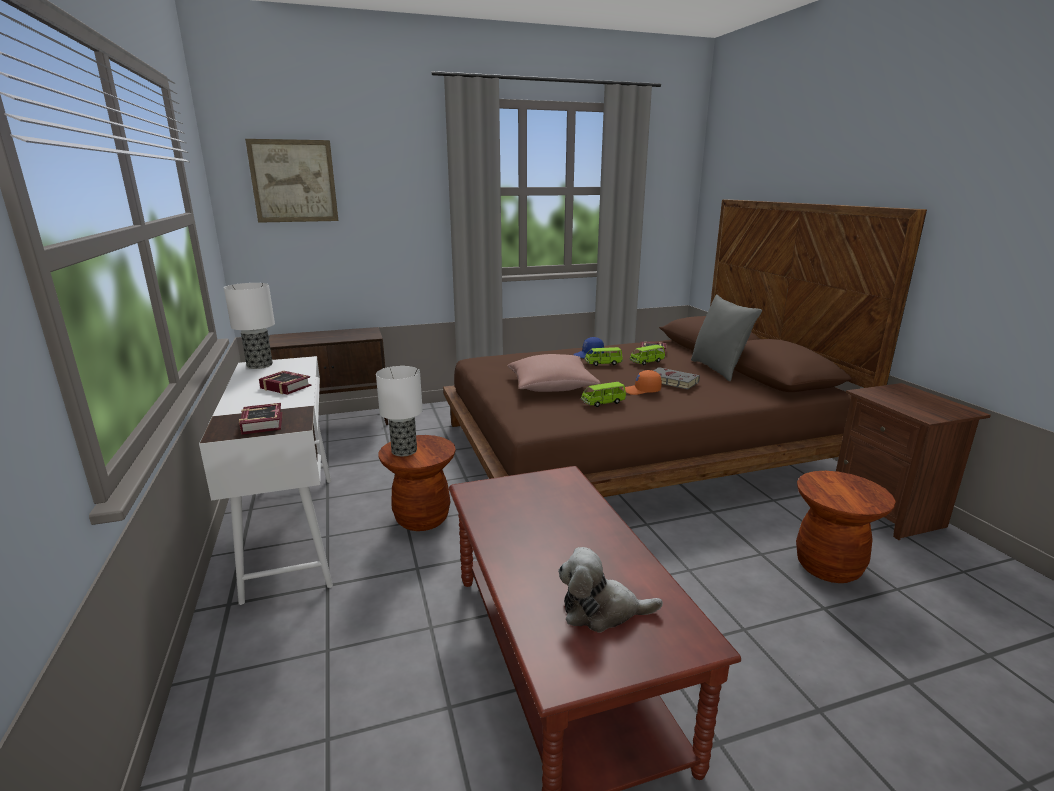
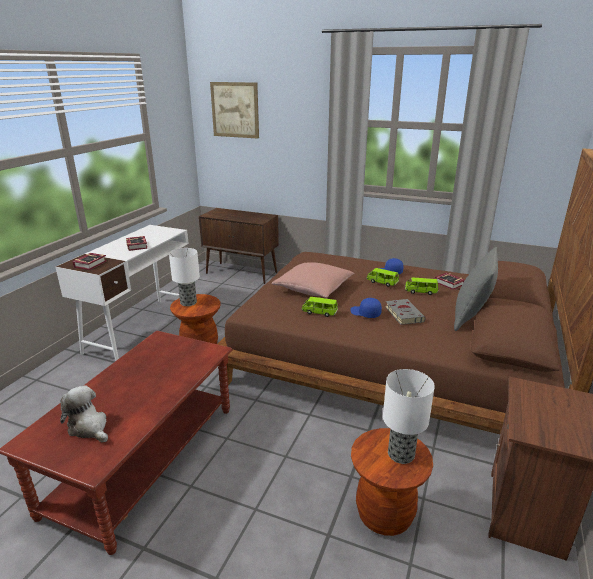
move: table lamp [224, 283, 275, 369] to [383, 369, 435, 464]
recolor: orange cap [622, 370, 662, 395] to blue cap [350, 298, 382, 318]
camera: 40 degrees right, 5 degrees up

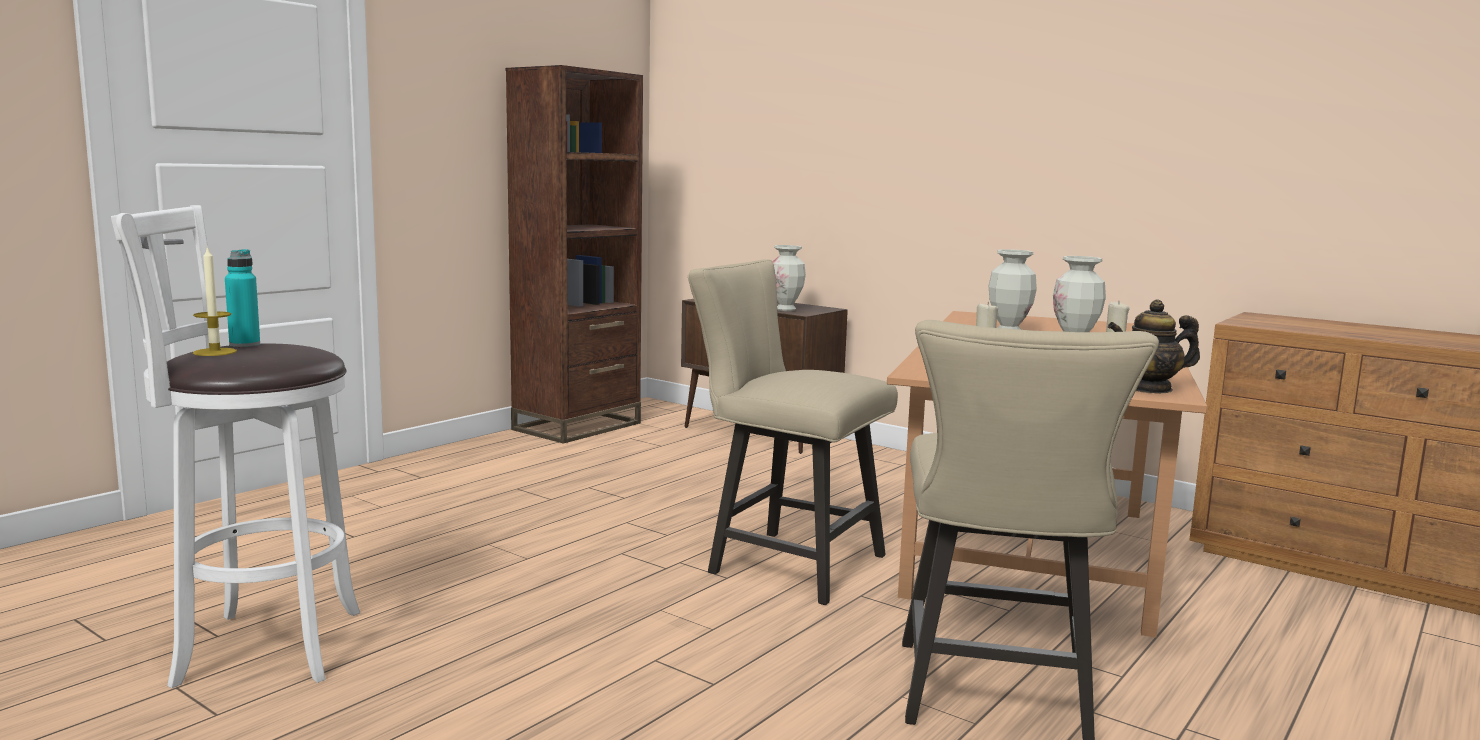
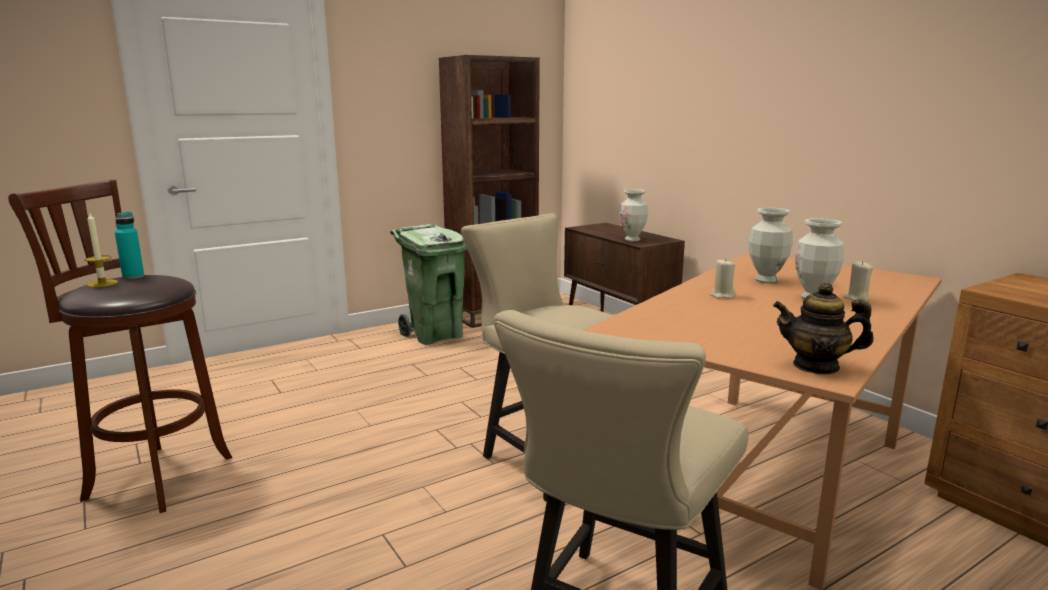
insert: green trash can [390, 224, 467, 345]
recolor: white stool [111, 205, 360, 688] to brown stool [8, 179, 232, 513]
camera: 20 degrees right, 5 degrees up

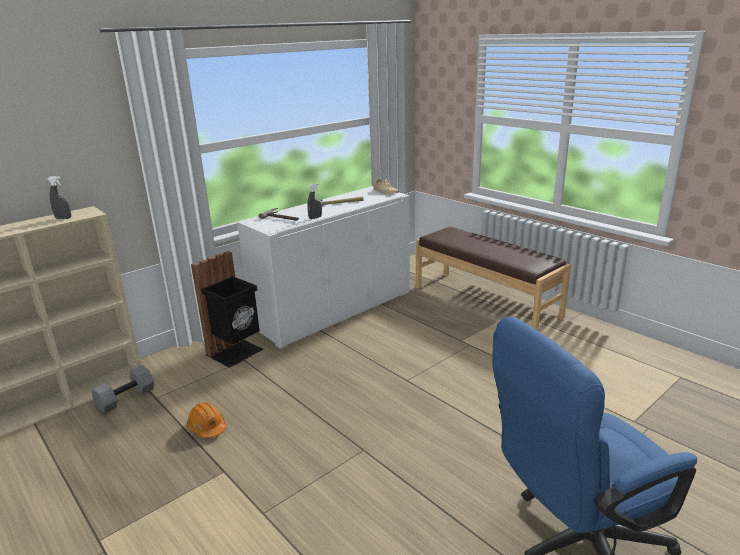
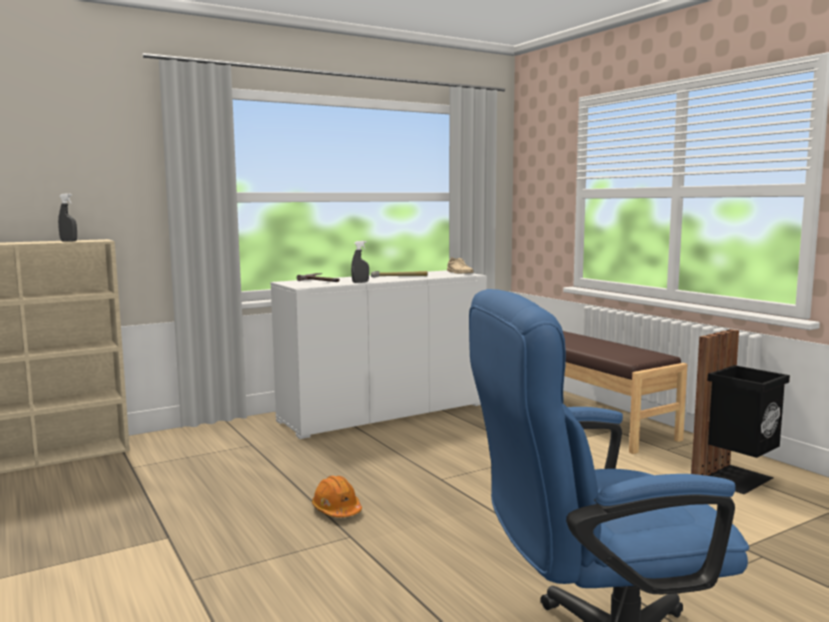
delete: grey dumbbell [92, 365, 154, 414]
move: orange hard hat [187, 402, 227, 438] to [312, 476, 362, 517]; black trash can [191, 251, 263, 368] to [691, 329, 790, 494]
camera: 10 degrees right, 15 degrees down

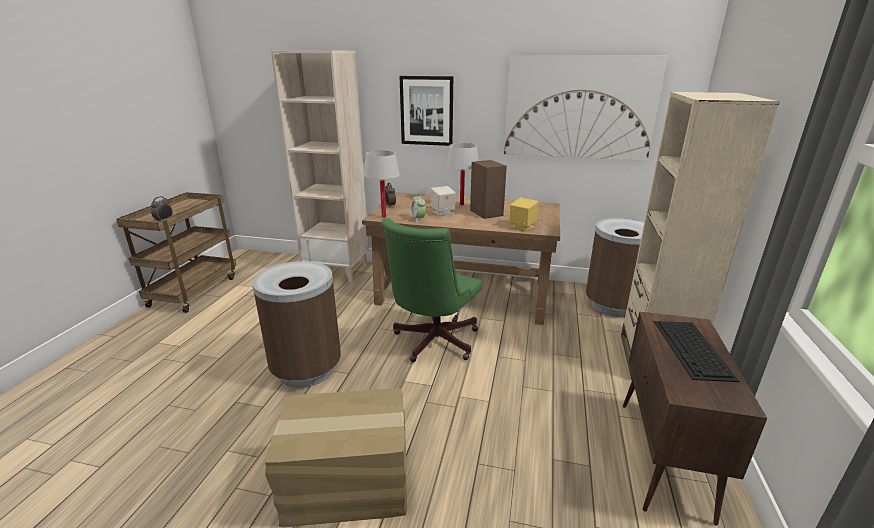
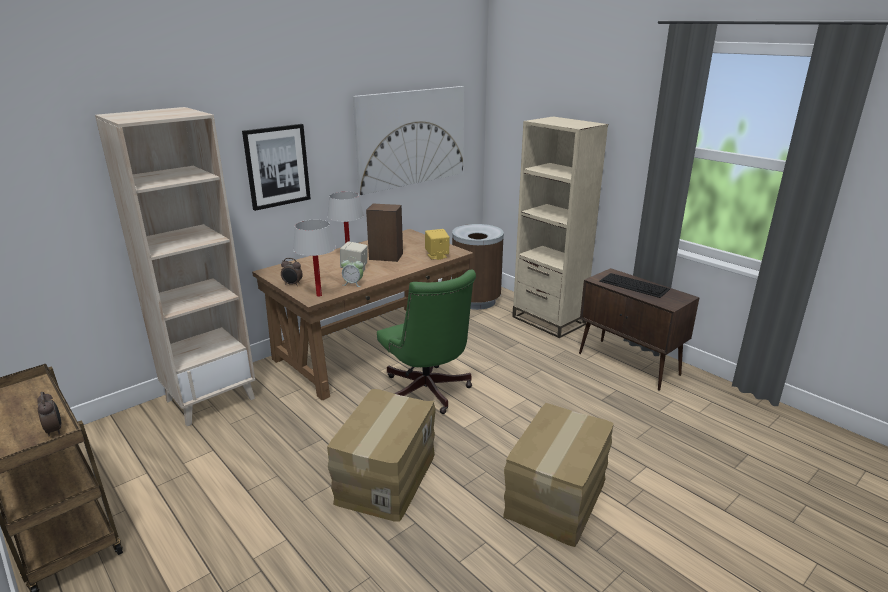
replace: brown trash can [252, 261, 341, 388] to cardboard box [327, 389, 436, 522]
camera: 55 degrees left, 0 degrees up

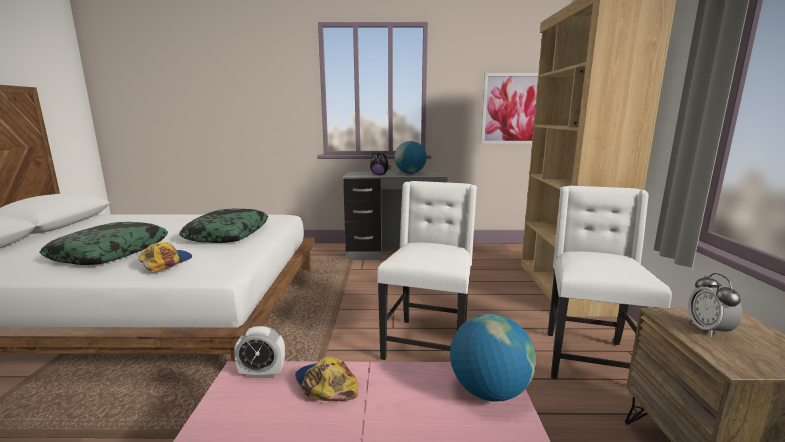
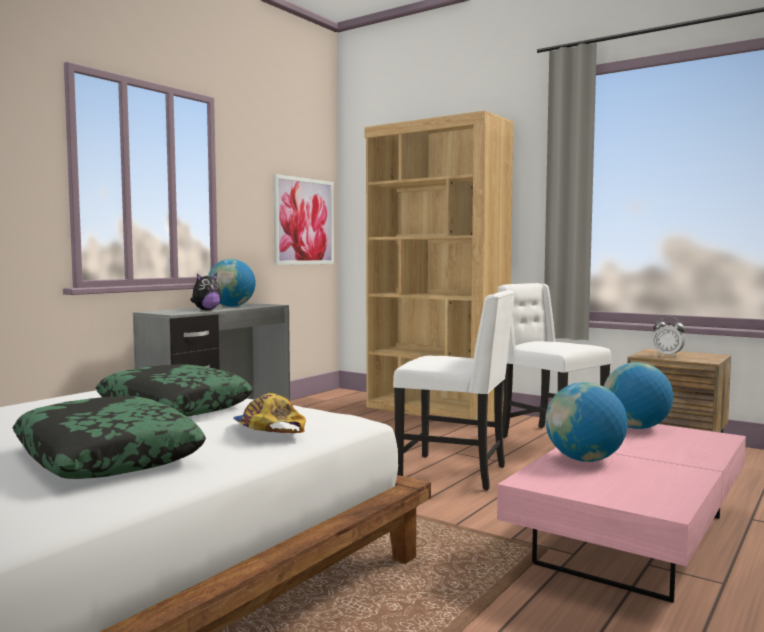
delete: alarm clock [234, 326, 285, 378]
replace: cap [295, 357, 359, 401] to globe [545, 382, 628, 462]
rotate: white chair [377, 181, 477, 360] = [393, 290, 515, 490] 150 degrees clockwise
camera: 55 degrees left, 10 degrees down

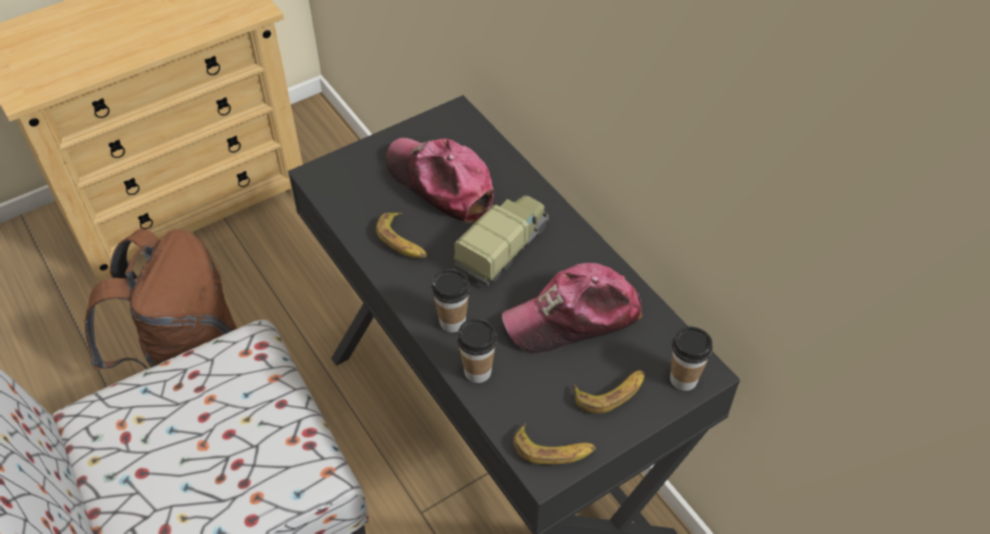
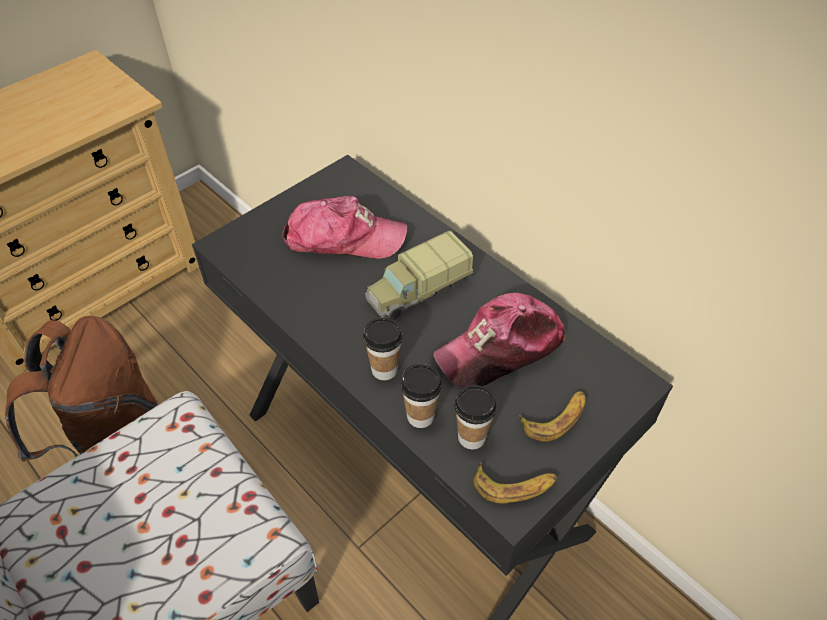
delete: banana [376, 212, 427, 258]
move: cup [670, 327, 713, 391] to [455, 385, 497, 449]
rotate: cap [386, 138, 494, 223] = [282, 196, 407, 259] 150 degrees clockwise; toy truck [454, 195, 549, 287] = [365, 231, 474, 320] 150 degrees counterclockwise
camera: 10 degrees left, 0 degrees up

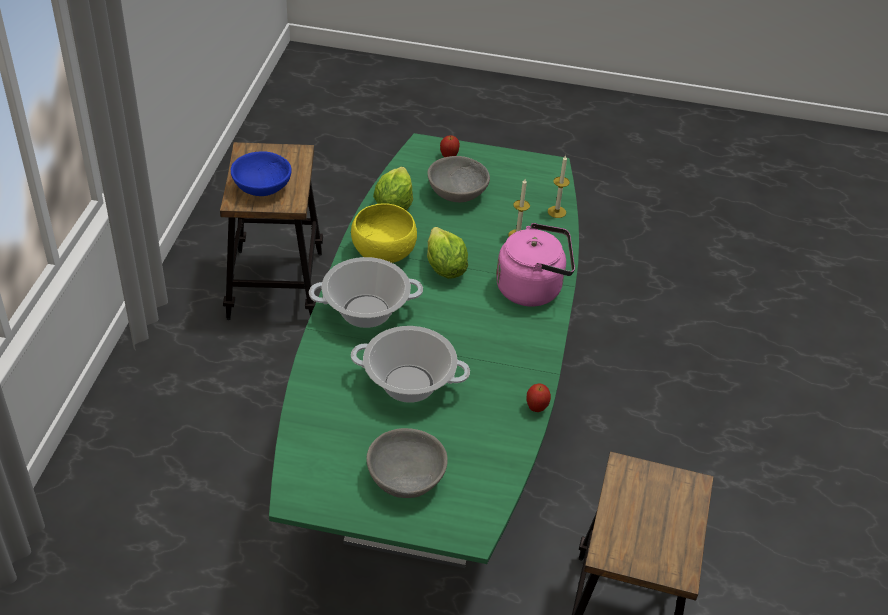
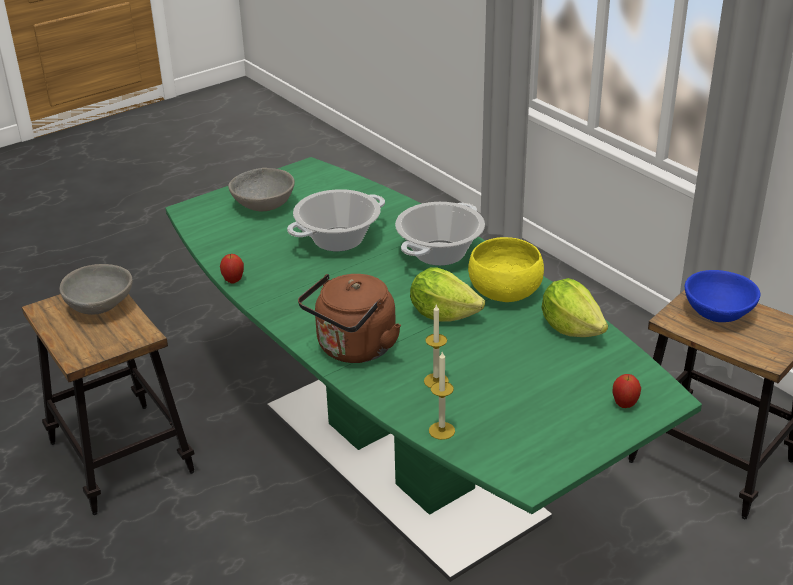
move: grey bowl [428, 156, 490, 202] to [60, 264, 132, 315]
recolor: pink kettle [496, 223, 575, 306] to brown kettle [298, 274, 401, 363]
camera: 135 degrees right, 10 degrees down

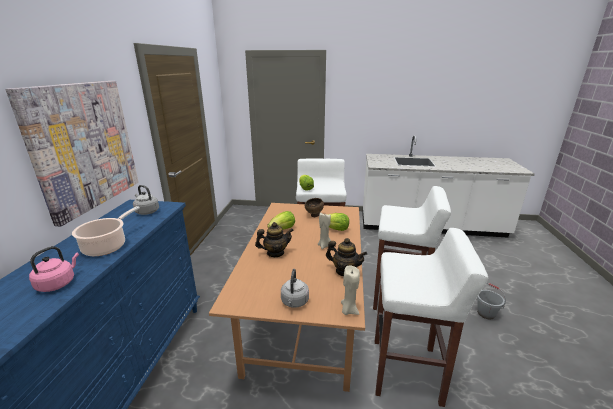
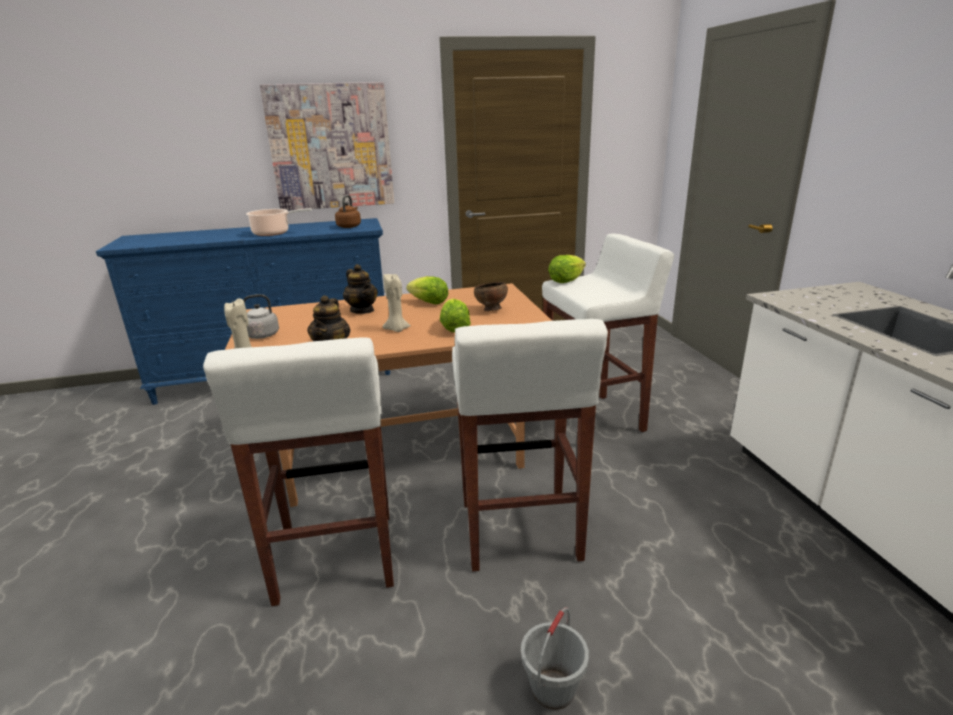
delete: pink kettle [29, 246, 79, 292]
recolor: grey kettle [133, 185, 159, 215] to brown kettle [335, 195, 361, 228]
camera: 70 degrees right, 0 degrees up

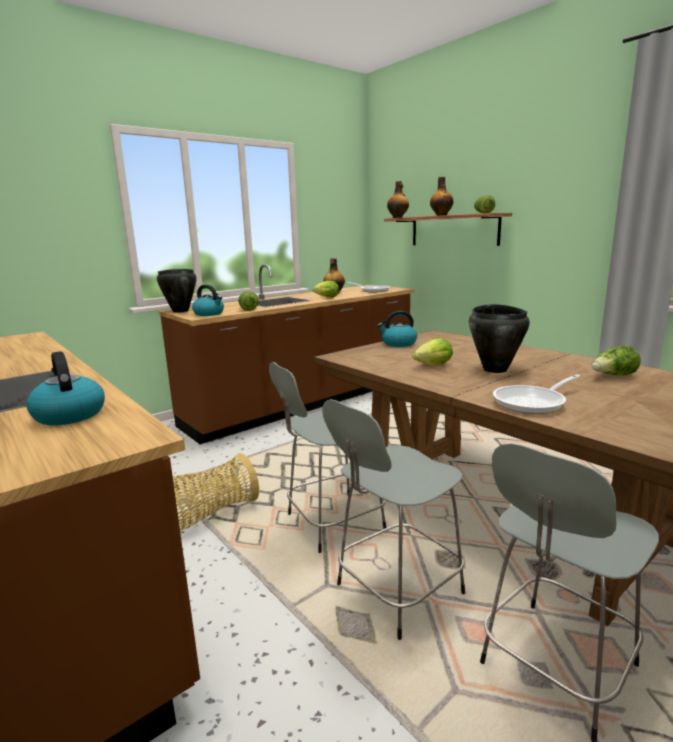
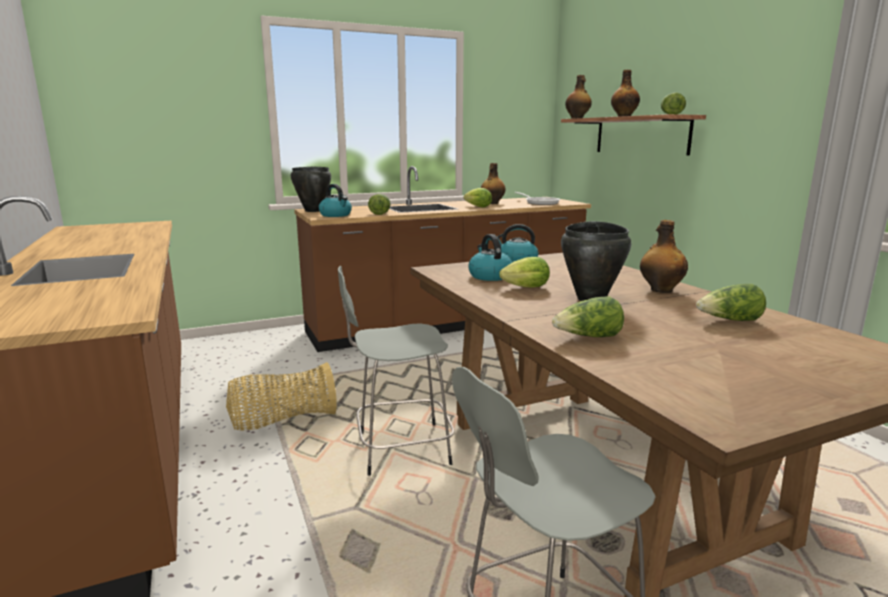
delete: grey stool [322, 399, 465, 640]
insert: bottle [640, 220, 688, 293]
move: kettle [26, 351, 105, 425] to [468, 234, 512, 281]
replace: frying pan [493, 375, 581, 414] to lettuce [552, 296, 624, 337]
camera: 15 degrees right, 0 degrees up

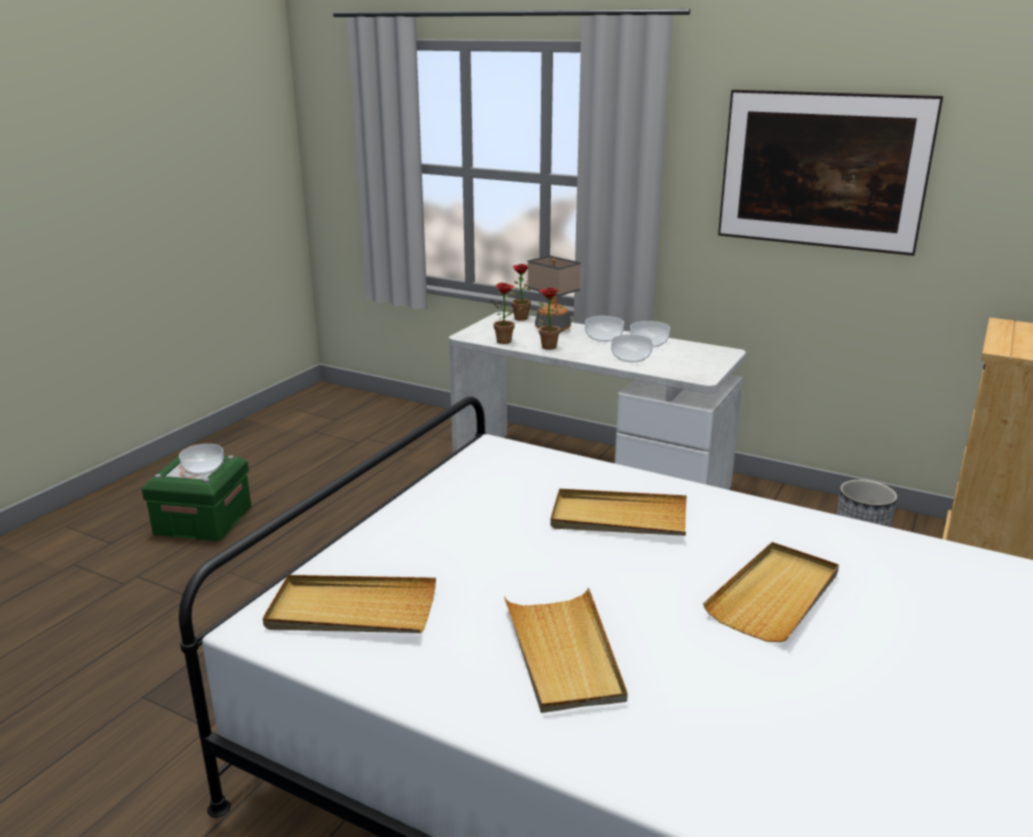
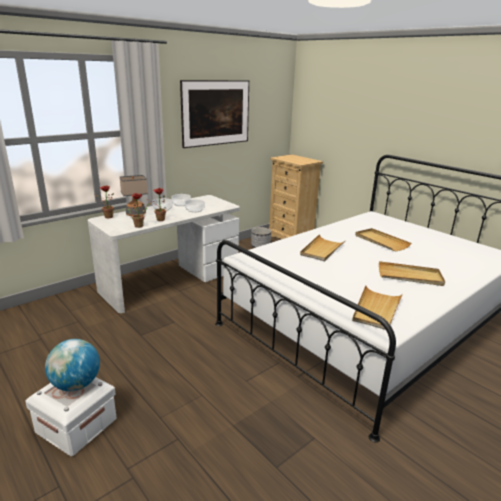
replace: bowl [179, 444, 224, 475] to globe [45, 339, 100, 391]
recolor: green storage box [142, 455, 251, 541] to white storage box [25, 377, 116, 456]
camera: 70 degrees left, 0 degrees up

